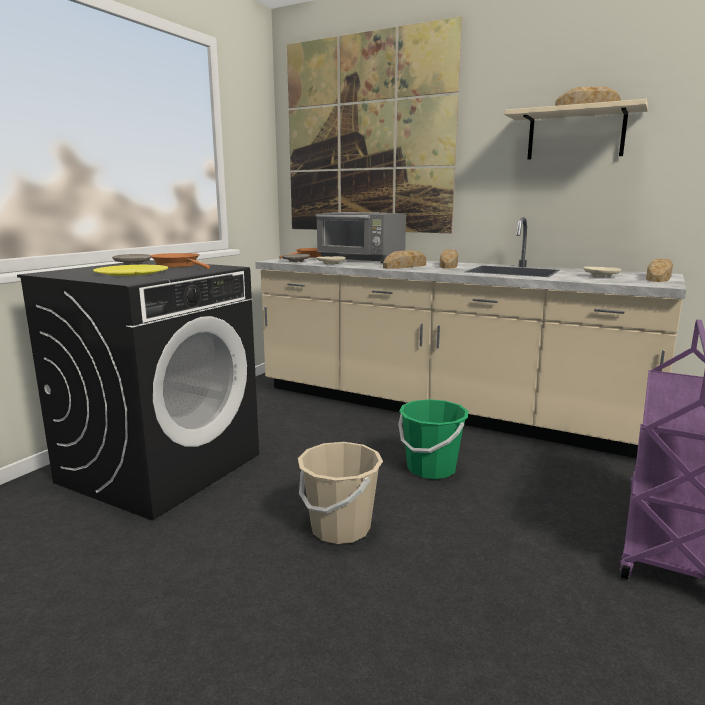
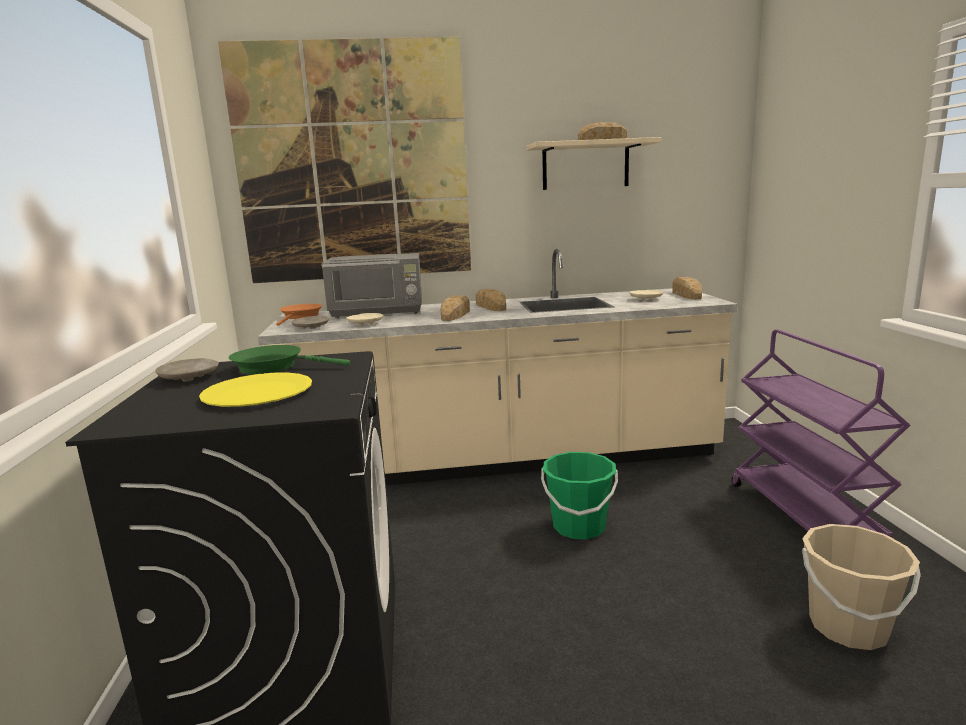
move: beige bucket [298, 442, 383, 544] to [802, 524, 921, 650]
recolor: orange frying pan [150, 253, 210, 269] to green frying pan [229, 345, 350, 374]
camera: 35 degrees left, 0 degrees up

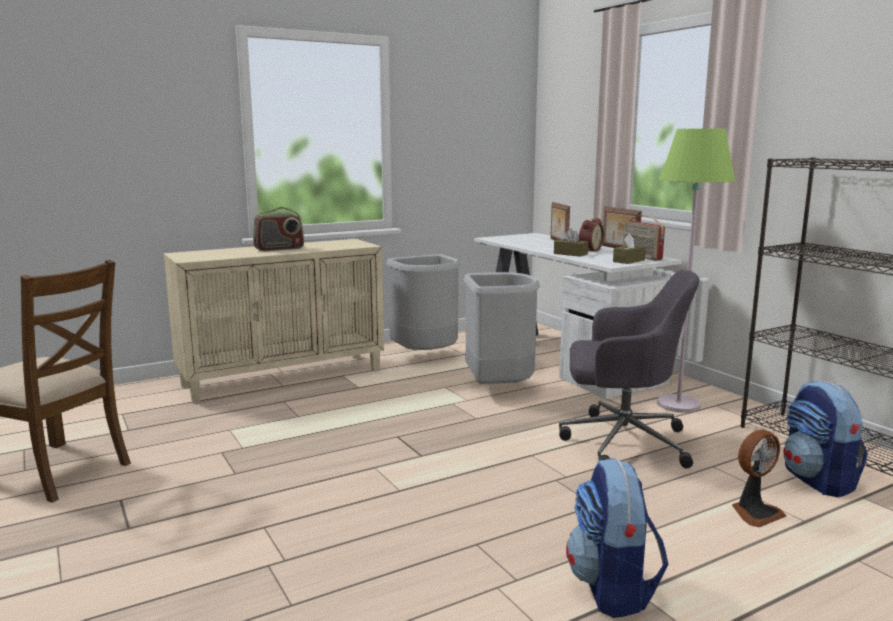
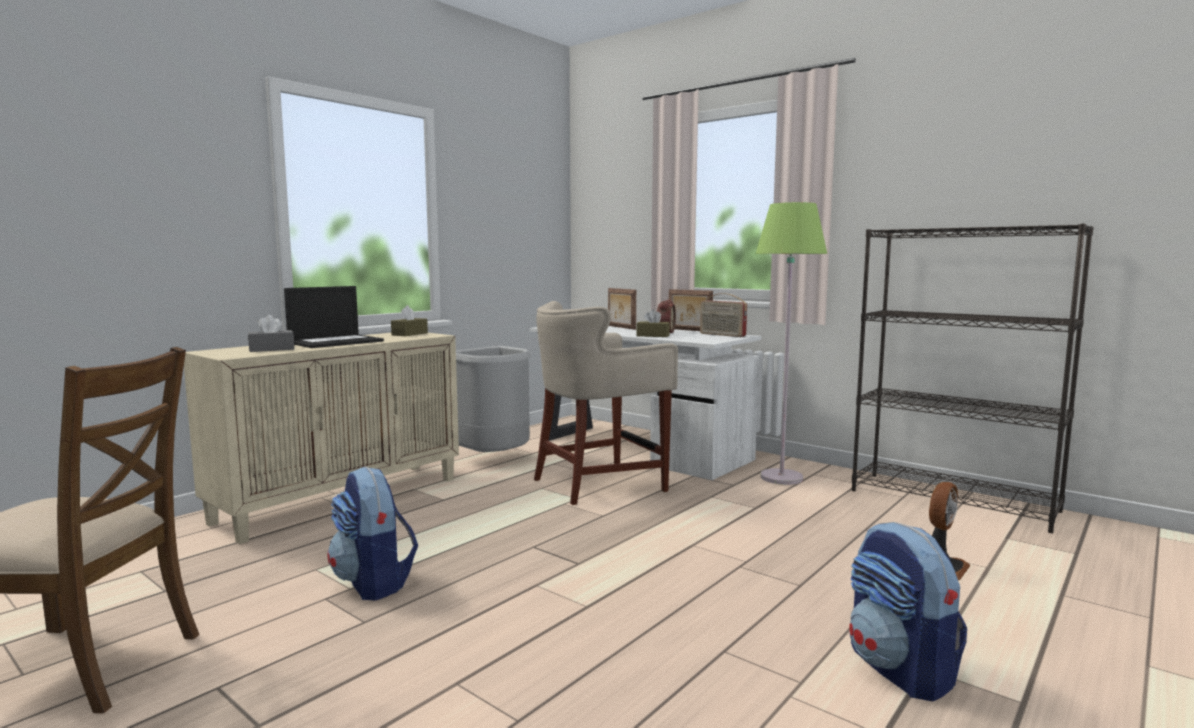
delete: grey office chair [559, 270, 699, 468]
insert: grey tissue box [248, 315, 294, 352]
move: backpack [783, 381, 868, 497] to [327, 466, 418, 601]; brown tissue box [613, 234, 646, 264] to [391, 305, 428, 336]
replace: radio [253, 207, 304, 251] to laptop [284, 286, 384, 348]; grey trash can [464, 272, 540, 384] to beige stool [534, 301, 678, 505]
camera: 20 degrees left, 5 degrees down

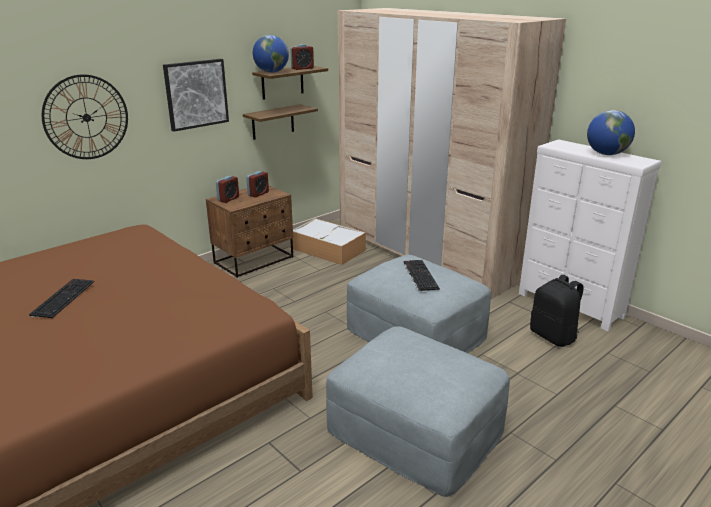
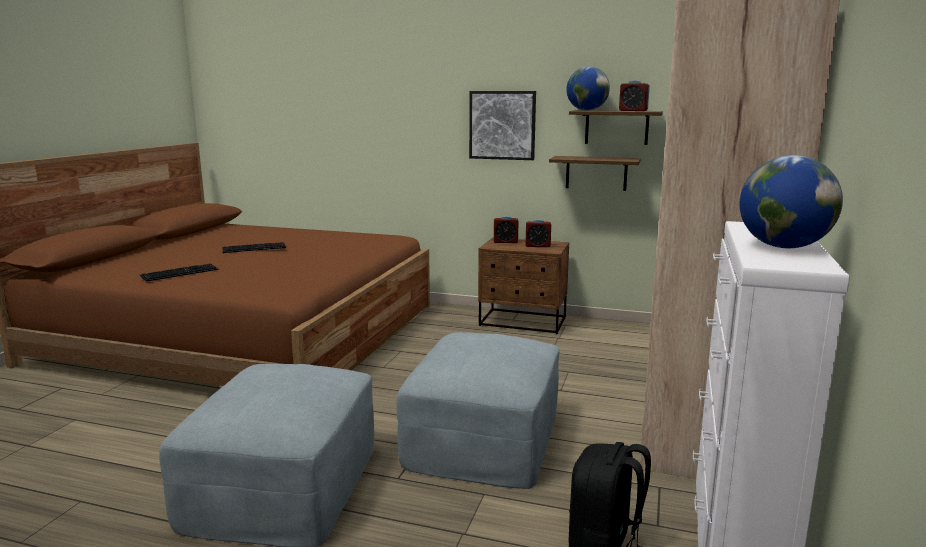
delete: wall clock [42, 74, 128, 159]; storage box [293, 219, 366, 265]
move: keyboard [404, 260, 440, 291] to [140, 264, 218, 282]
camera: 60 degrees right, 10 degrees down

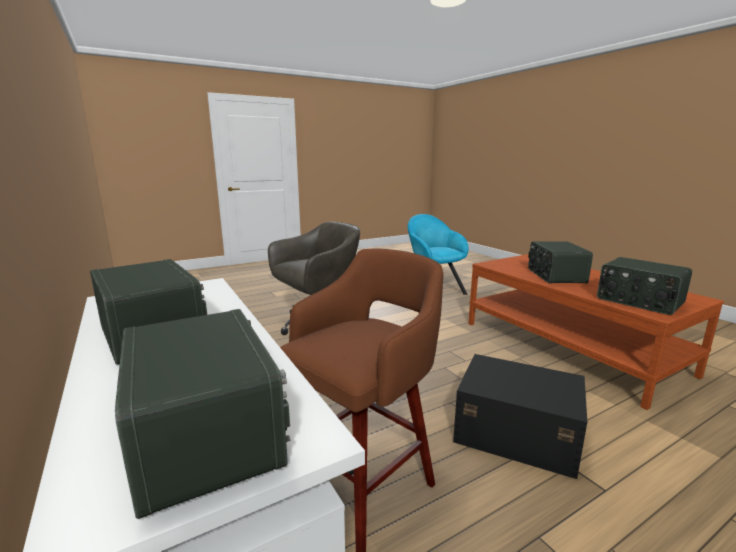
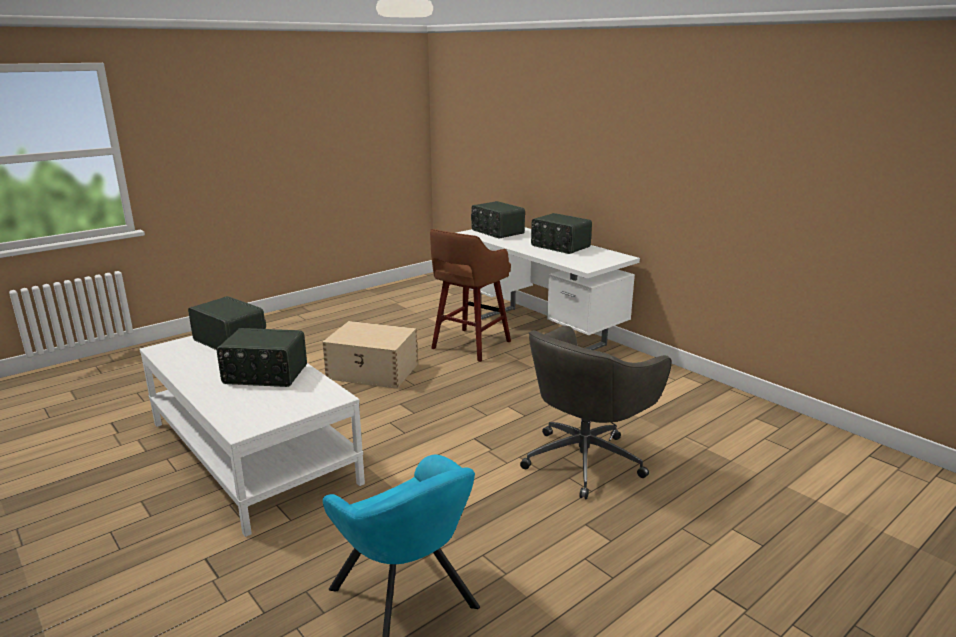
recolor: brown coffee table [468, 254, 724, 410] to white coffee table [139, 336, 365, 537]; black storage box [453, 354, 587, 479] to beige storage box [322, 321, 418, 389]
rotate: radio [528, 241, 593, 283] = [217, 328, 307, 387] 105 degrees clockwise
camera: 170 degrees right, 5 degrees up

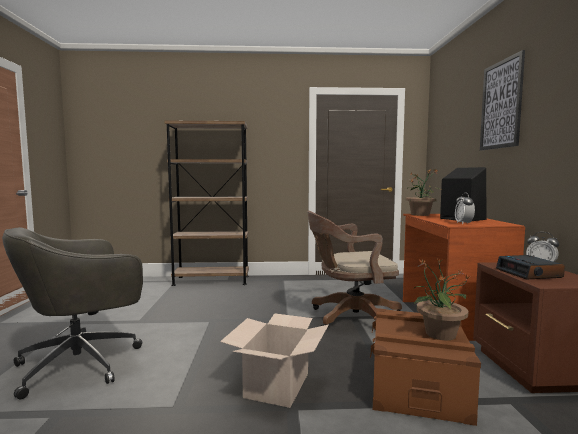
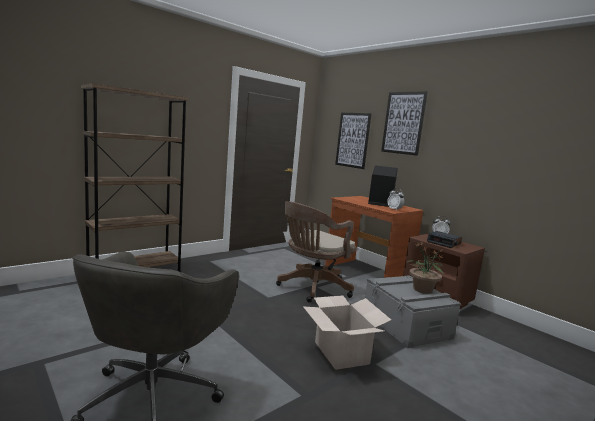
delete: potted plant [406, 169, 441, 216]
insert: picture [335, 113, 372, 169]
recolor: brown storage box [370, 308, 481, 426] to grey storage box [365, 275, 461, 348]
camera: 40 degrees left, 5 degrees up

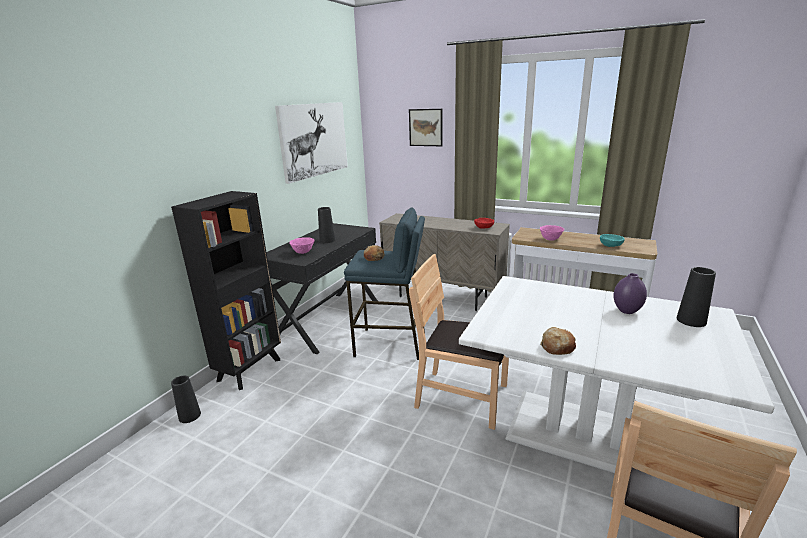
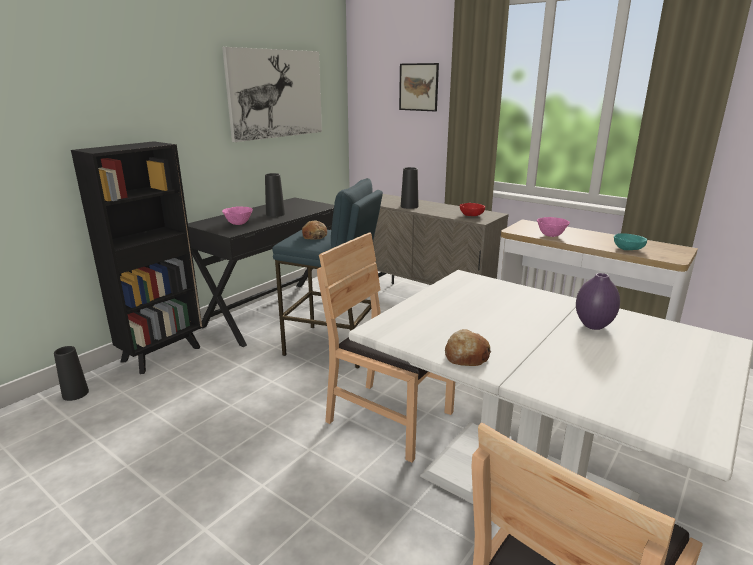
move: black vase [677, 267, 716, 327] to [401, 167, 419, 209]
camera: 10 degrees right, 0 degrees up

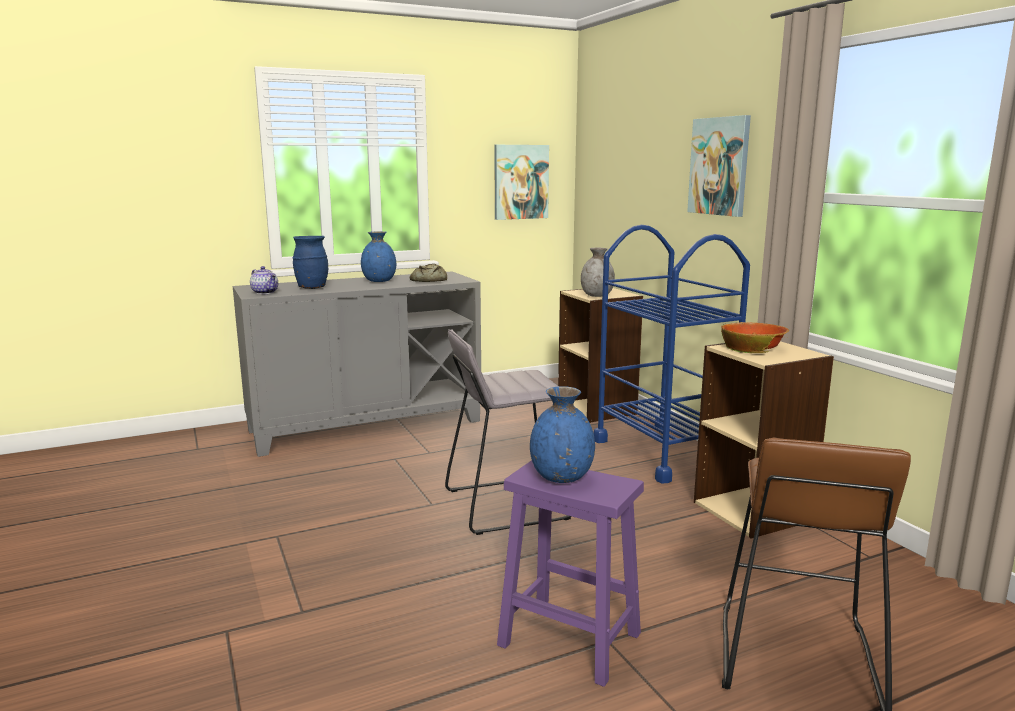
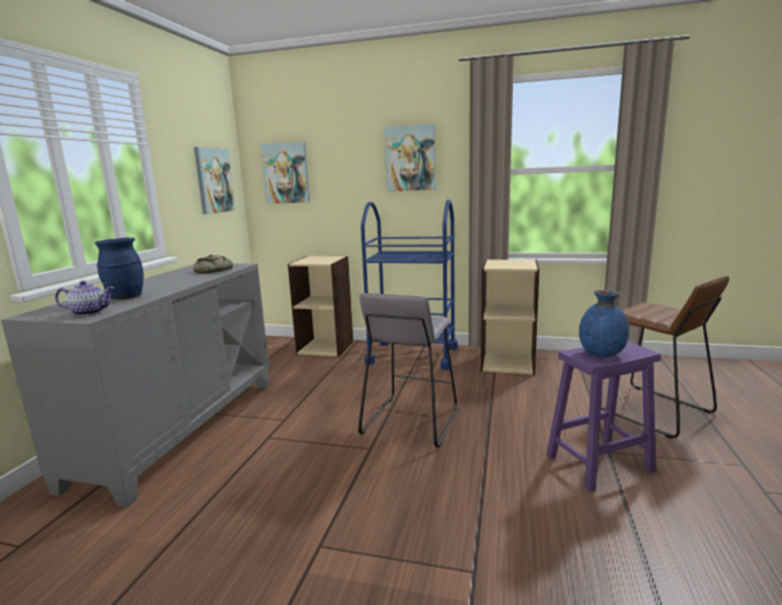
delete: blue vase [361, 231, 396, 282]; grey vase [581, 248, 615, 297]; bowl [721, 322, 789, 353]
insert: picture [260, 141, 310, 204]
camera: 50 degrees left, 0 degrees up

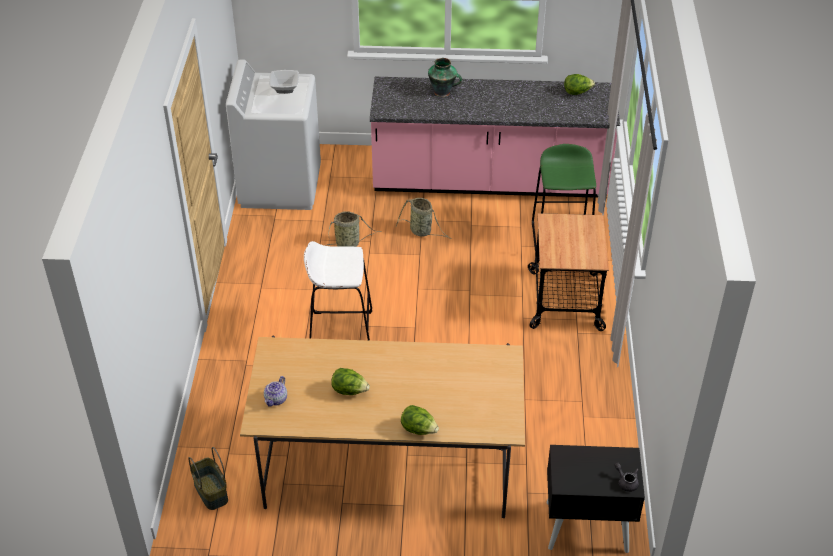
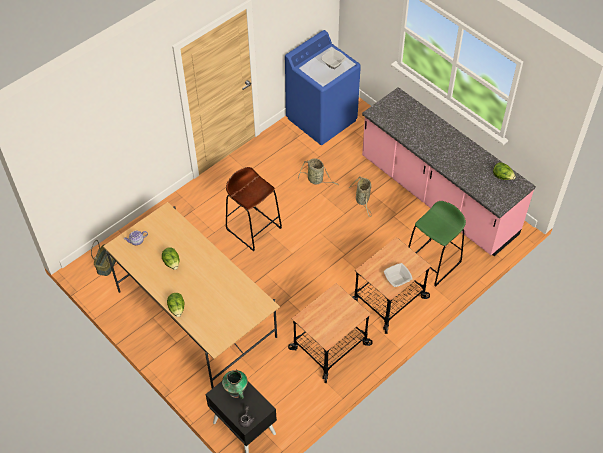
insert: cart [288, 283, 372, 383]; bowl [384, 263, 413, 287]
move: vase [428, 58, 462, 97] to [222, 370, 248, 399]
recolor: white stool [304, 241, 372, 341] to brown stool [226, 167, 282, 251]; white washing machine [226, 59, 321, 210] to blue washing machine [285, 30, 361, 145]
camera: 45 degrees right, 10 degrees up

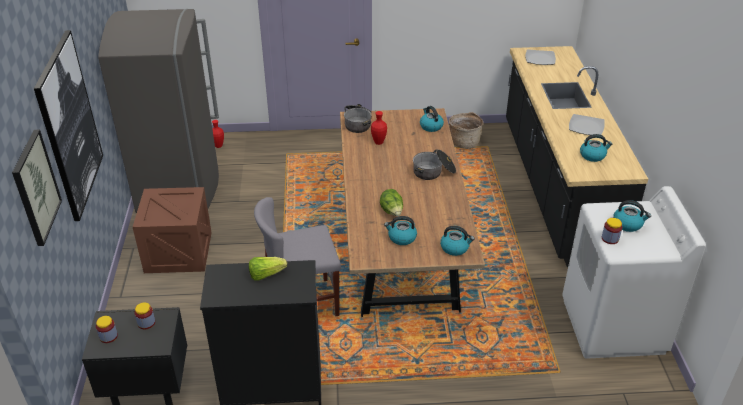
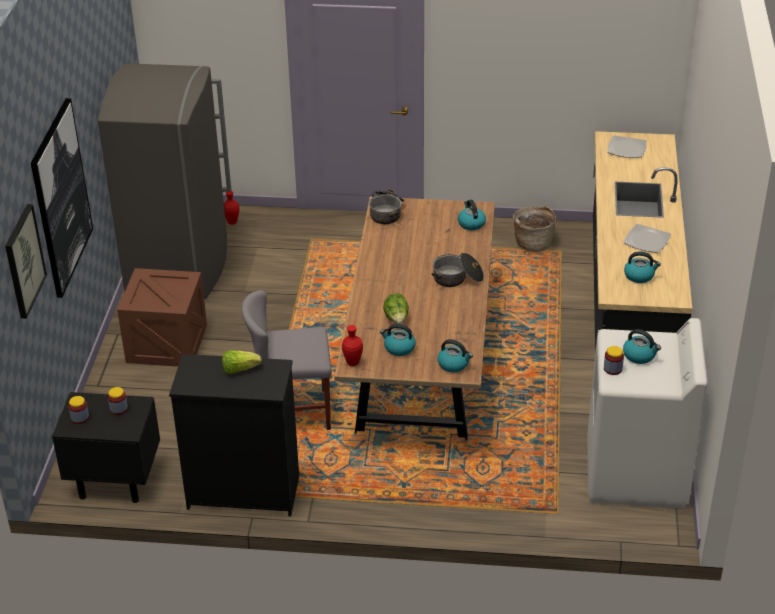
move: red vase [371, 111, 387, 145] to [342, 325, 363, 366]
camera: 10 degrees right, 0 degrees up

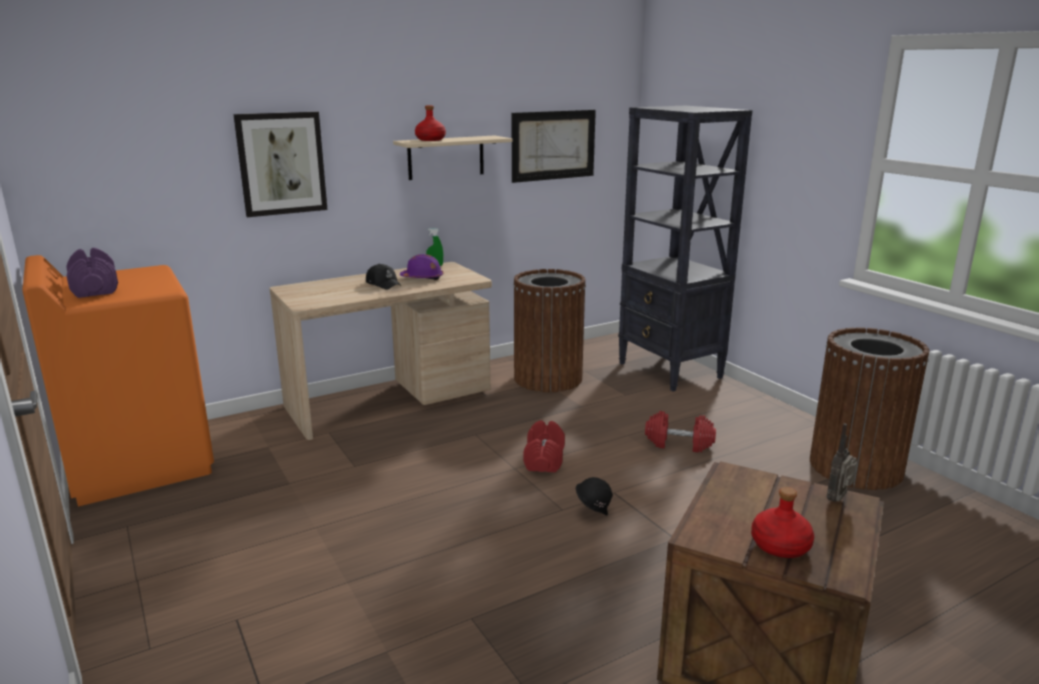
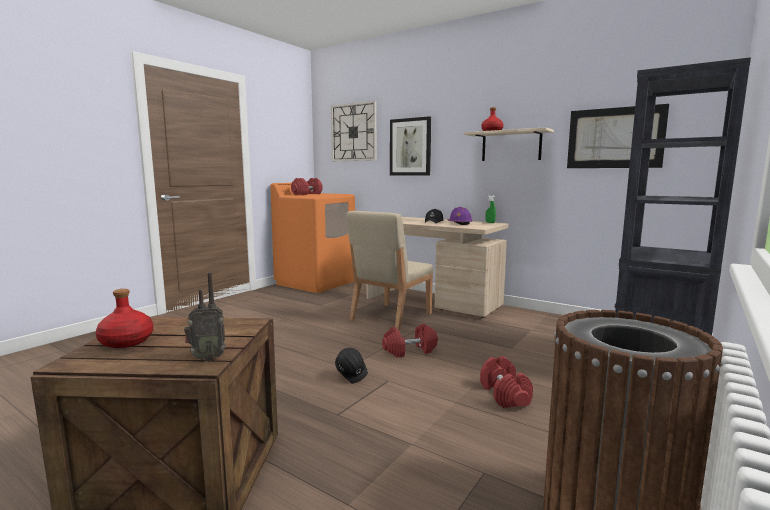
delete: brown trash can [513, 269, 586, 392]
insert: wall clock [331, 101, 377, 161]; beige chair [346, 211, 433, 331]
recolor: purple dumbbell [66, 248, 118, 298] to red dumbbell [291, 178, 323, 195]
rotate: radio [827, 423, 857, 502] = [184, 272, 226, 361] 150 degrees clockwise
camera: 65 degrees right, 10 degrees down

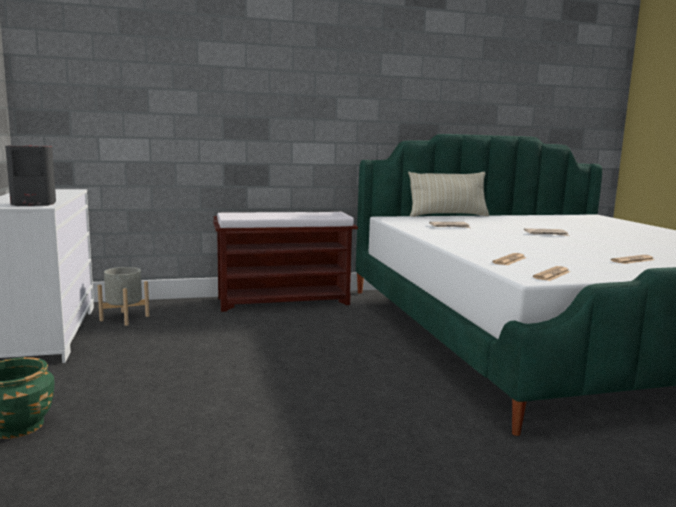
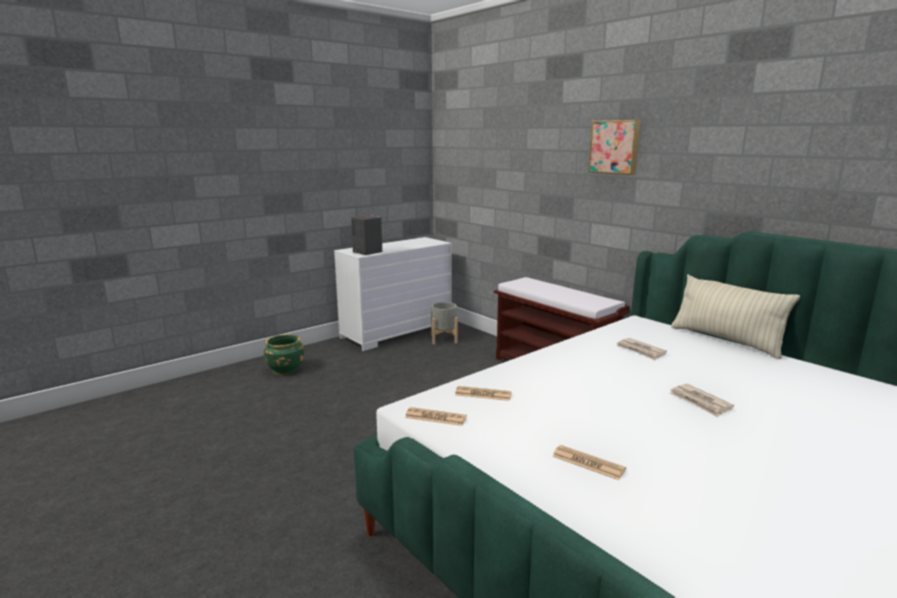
insert: picture [588, 120, 640, 175]
camera: 65 degrees right, 5 degrees up

